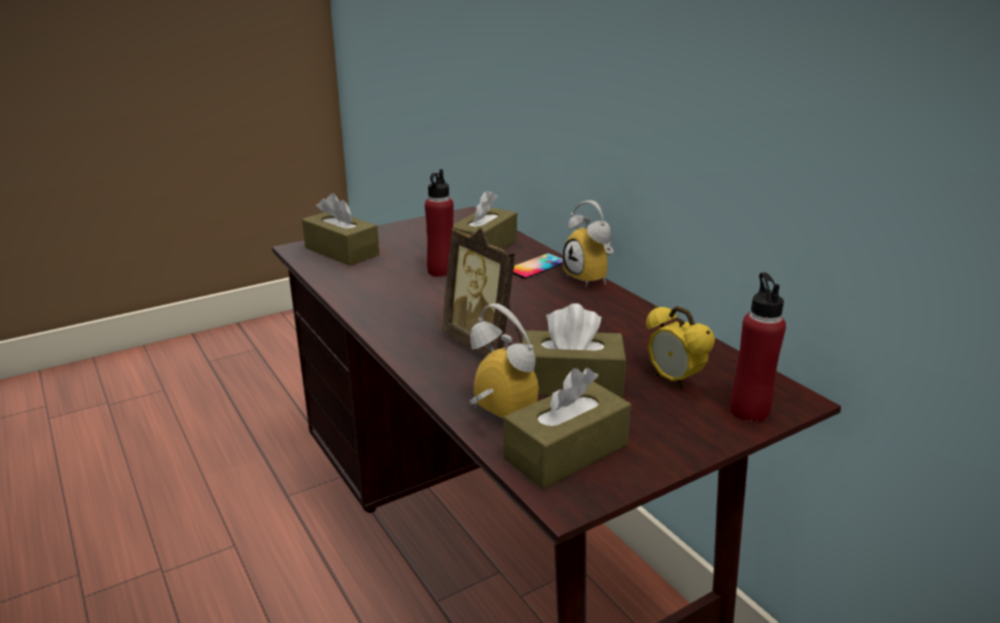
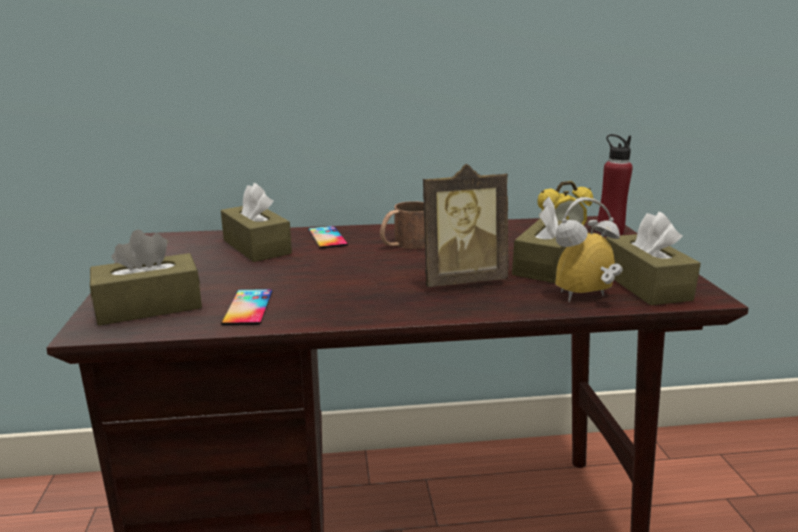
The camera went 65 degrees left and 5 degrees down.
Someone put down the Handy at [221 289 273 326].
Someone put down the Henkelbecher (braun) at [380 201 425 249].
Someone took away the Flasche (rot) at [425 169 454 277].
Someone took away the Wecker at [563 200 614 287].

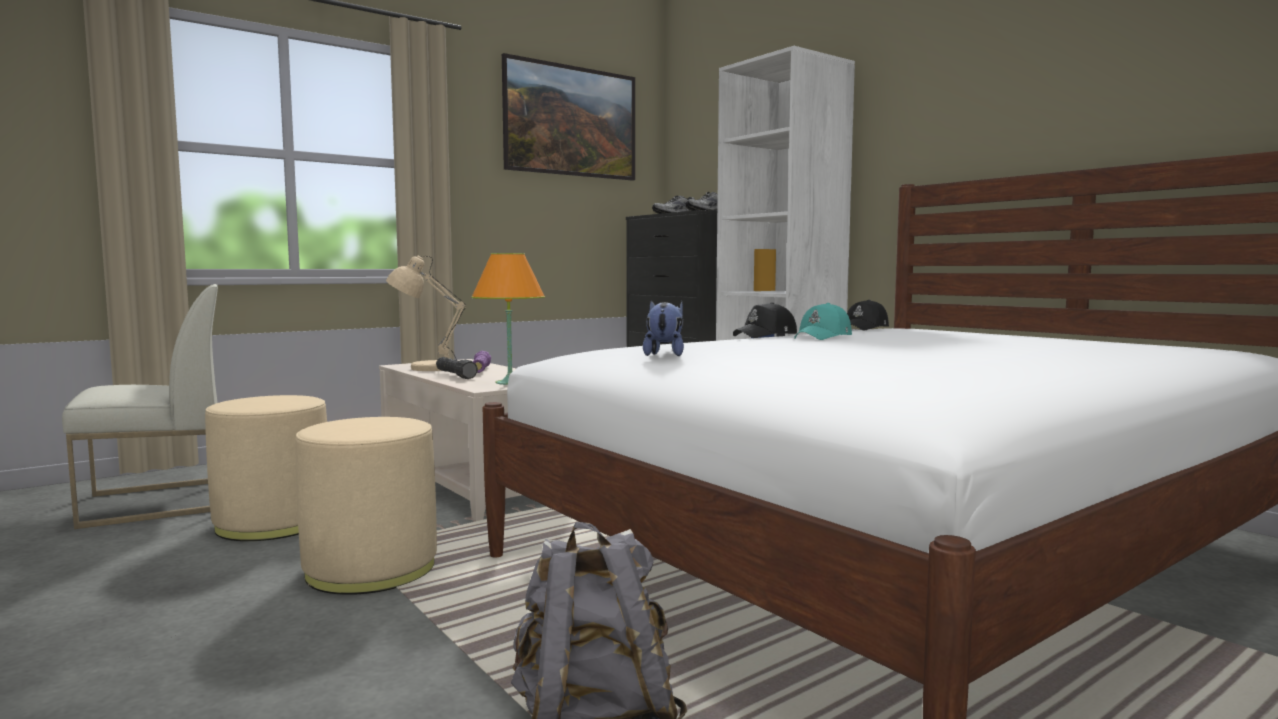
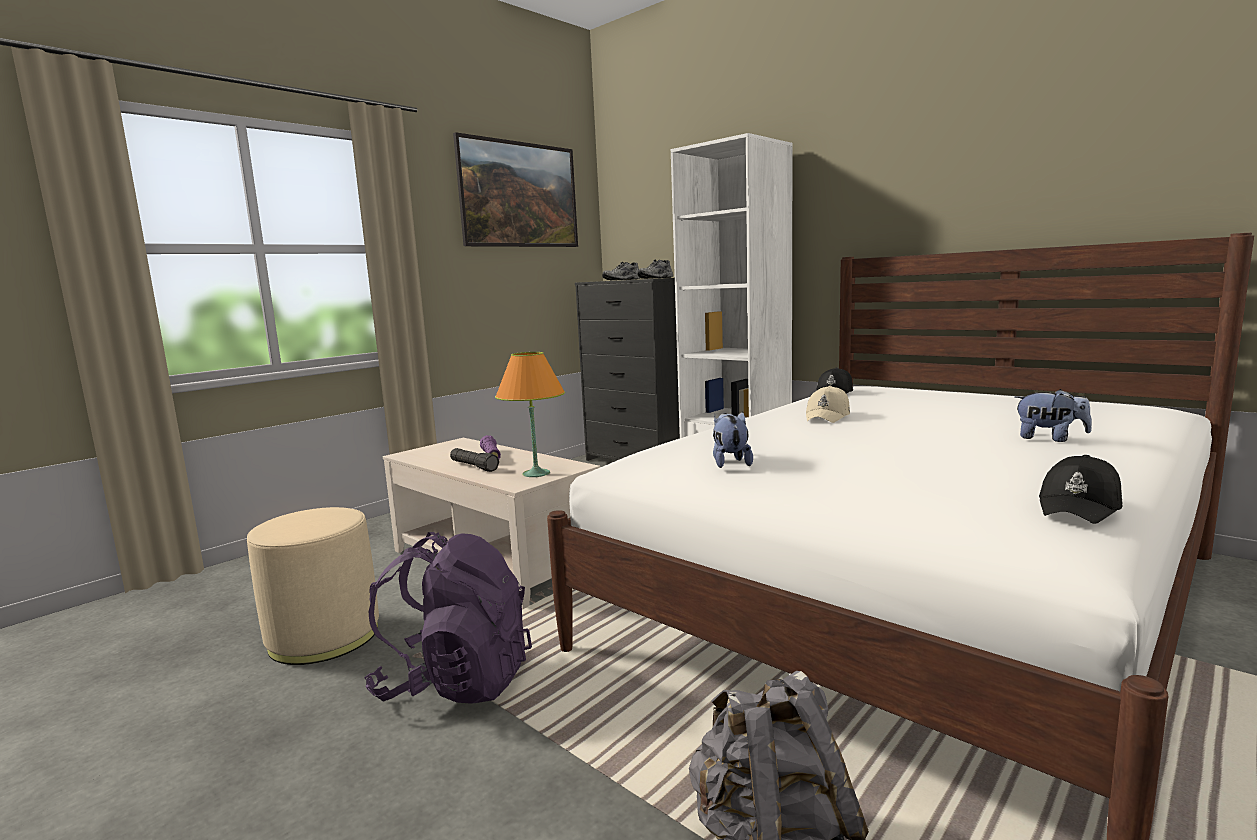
The camera went 10 degrees left and 5 degrees up.
Someone swapped the Polsterhocker (beige) at [295 417 437 595] for the Rucksack (lila) at [364 532 532 704].
Someone repainted the Kappe (türkis) at [794 303 852 340], which became the Kappe (beige) at [806 386 850 423].
Someone put down the Plüschtier at [1015 389 1092 442].
Someone carried the Kappe (schwarz) from [733 302 797 338] to [1039 455 1123 524].
Someone took away the Stuhl (weiß) at [62 284 218 529].
Someone took away the Tischlampe (beige) at [386 256 466 371].

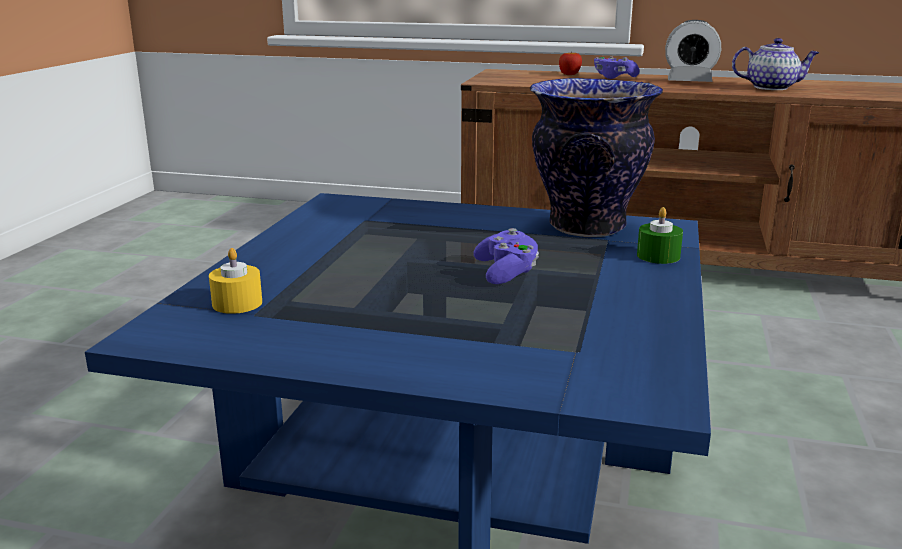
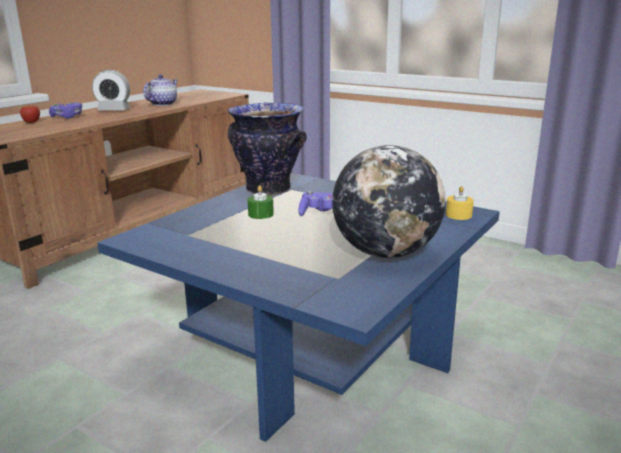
The camera went 70 degrees left and 0 degrees up.
Someone rotated the Wecker at [665 20 721 82] by 60 degrees clockwise.
Someone carried the Kerze (grün) from [637 207 683 264] to [248 185 274 219].
Someone put down the Globus at [332 145 446 258].
Someone carried the Kerze (gelb) from [209 248 262 314] to [446 186 474 220].

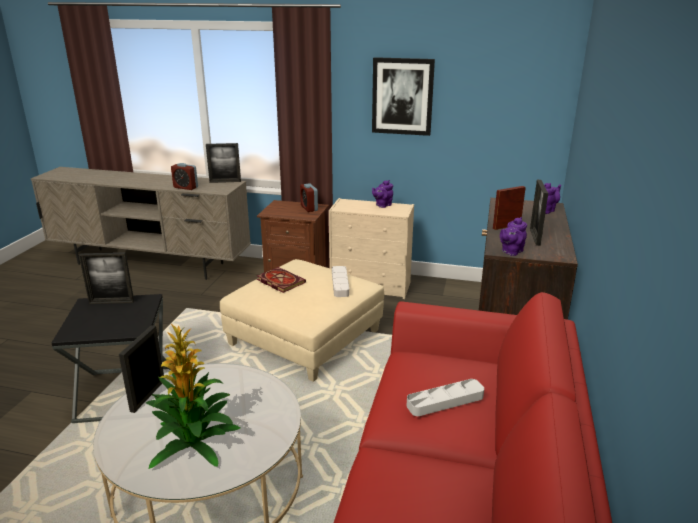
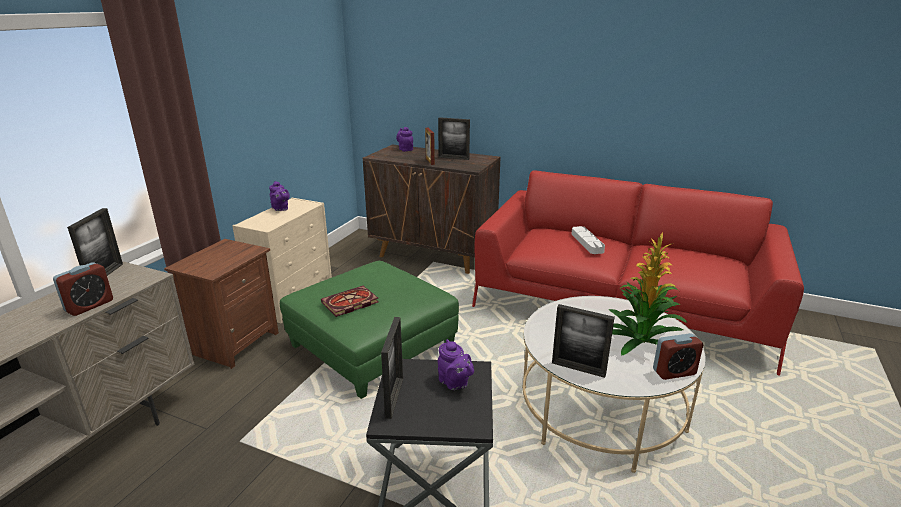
The camera went 80 degrees left and 0 degrees up.
Someone repainted the Polsterhocker (beige) at [220 259 384 382], which became the Polsterhocker (grün) at [280 261 459 399].
Someone carried the Teekanne (lila) from [500 217 527 256] to [438 339 474 390].
Someone carried the Wecker from [300 183 318 212] to [653 333 703 380].
Someone took away the Tablett (grau) at [332 266 349 297].
Someone took away the Bild at [372 57 435 136].

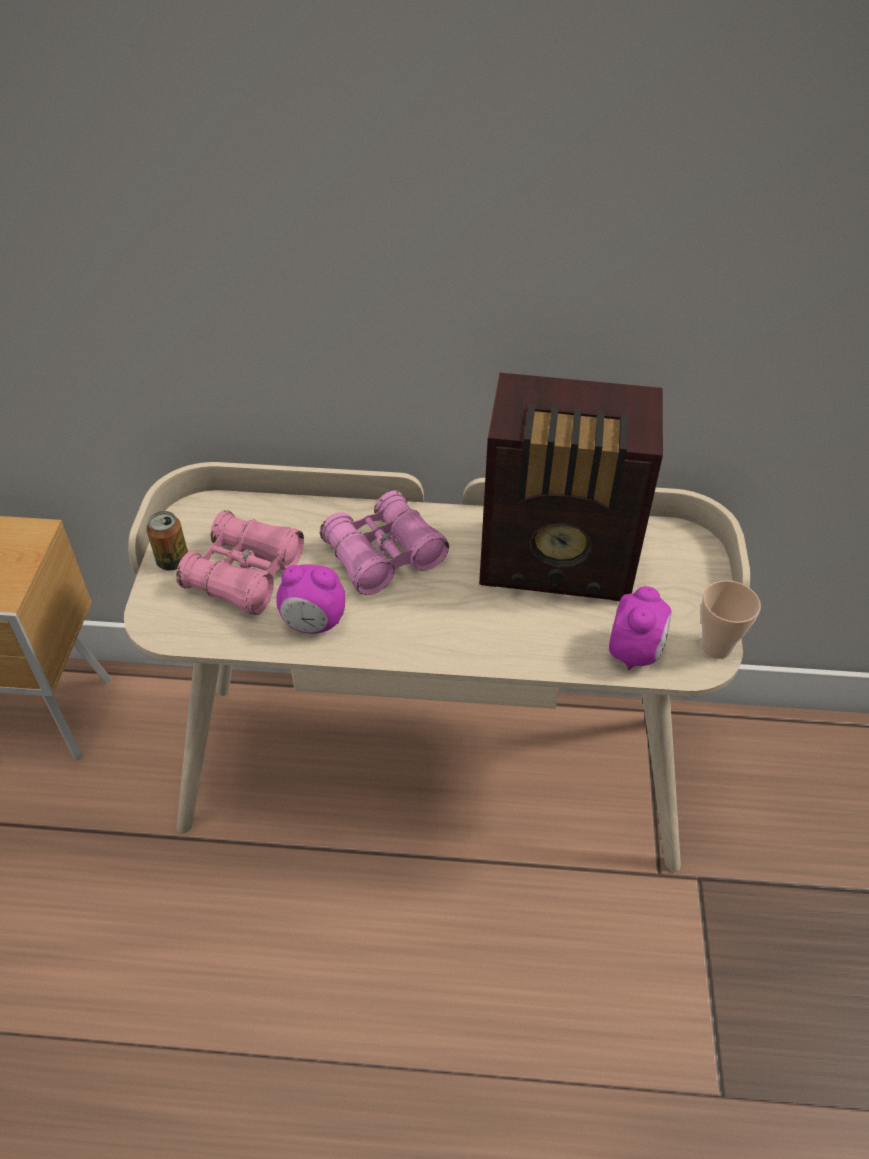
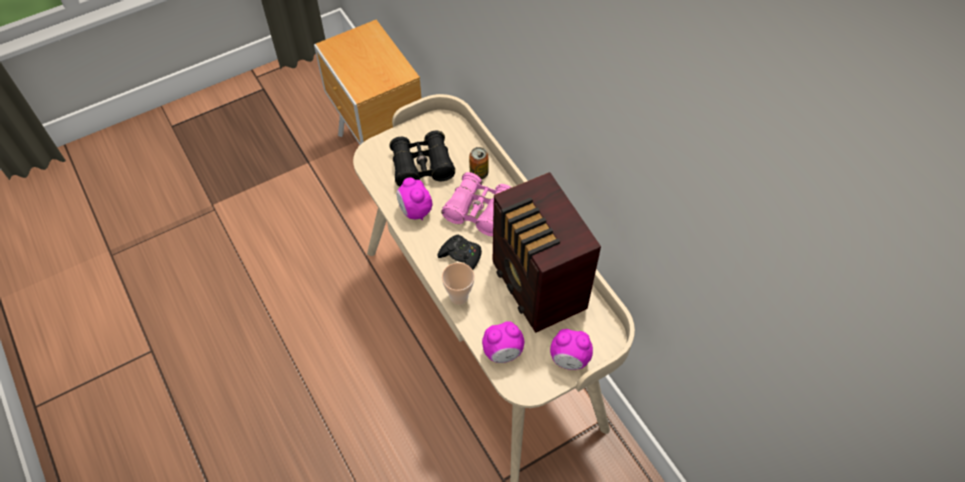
The camera went 55 degrees right and 10 degrees up.
Someone repainted the Fernglas (rosa) at [176 510 304 615], which became the Fernglas (schwarz) at [389 131 455 187].
Someone put down the Gamepad (schwarz) at [438 235 482 270].
Someone carried the Tasse from [701 580 761 659] to [442 263 475 305].
Someone carried the Dose from [146 511 188 570] to [469 147 488 179].
Someone put down the Wecker at [550 329 593 370].

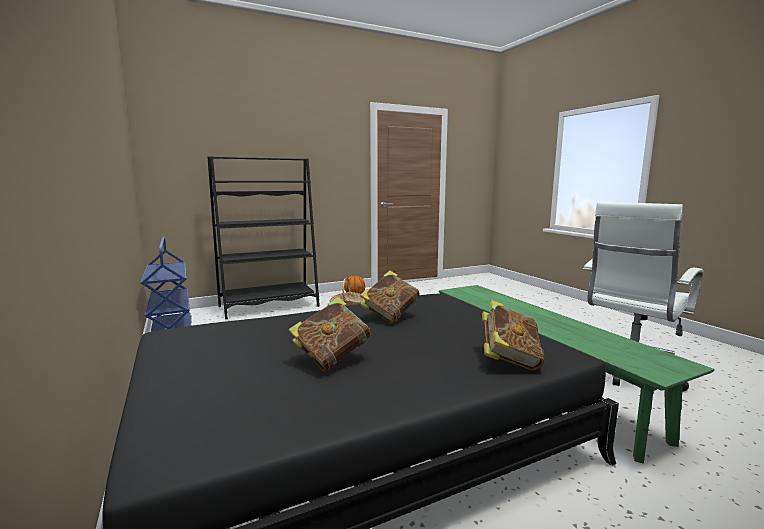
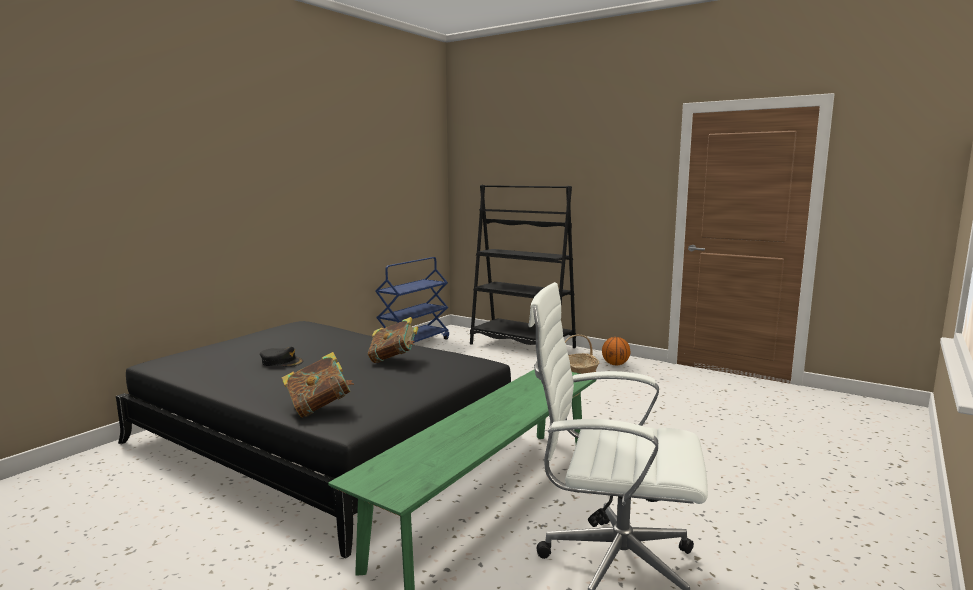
The camera went 60 degrees right and 0 degrees up.
Someone swapped the Buch at [289 297 371 372] for the Kappe (schwarz) at [260 347 304 367].

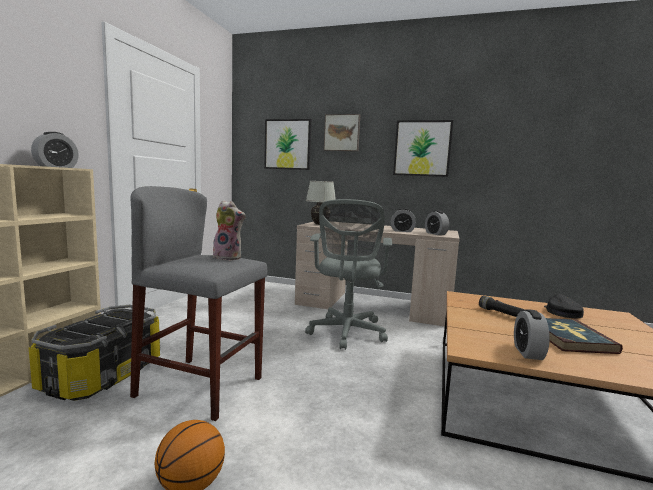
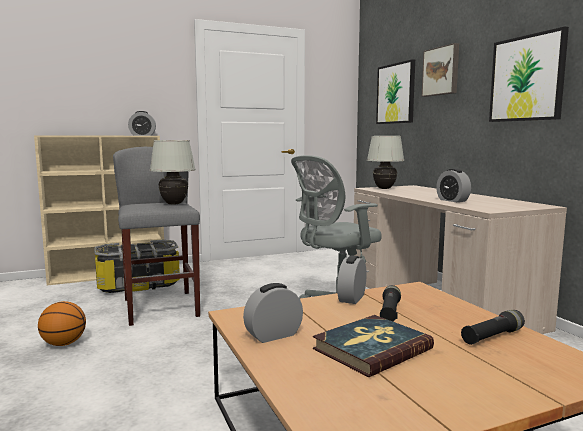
The camera went 50 degrees right and 0 degrees up.
Someone swapped the Plüschtier at [211 200 246 260] for the Tischlampe (weiß) at [150 140 196 205].
Someone carried the Wecker from [425 211 449 235] to [337 256 366 304].
Someone swapped the Kappe (schwarz) at [544 294 584 318] for the Taschenlampe (schwarz) at [461 310 525 345].

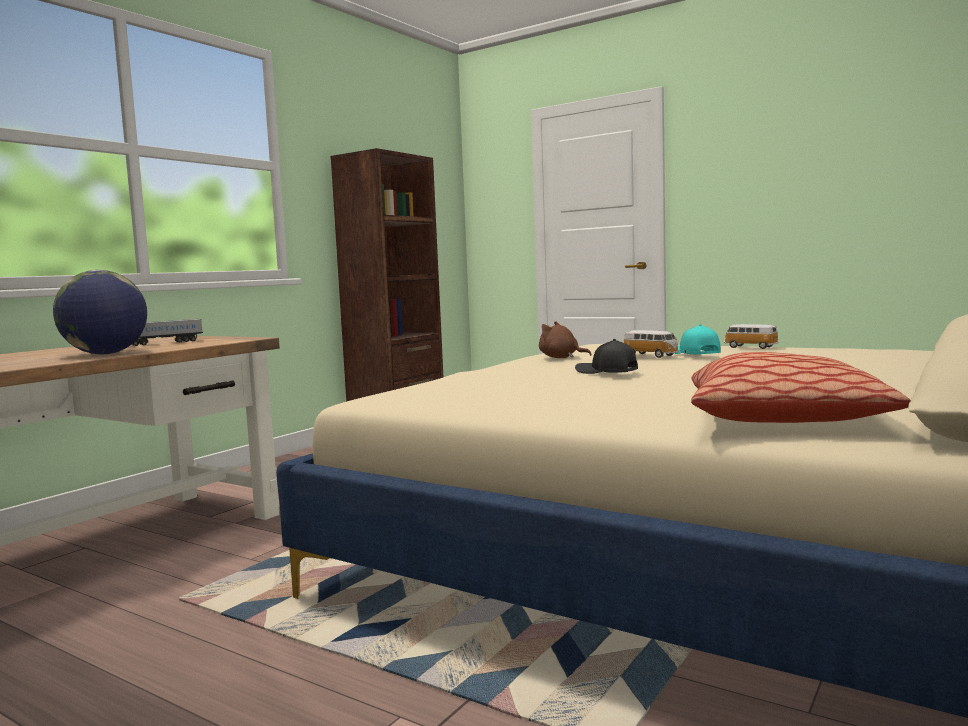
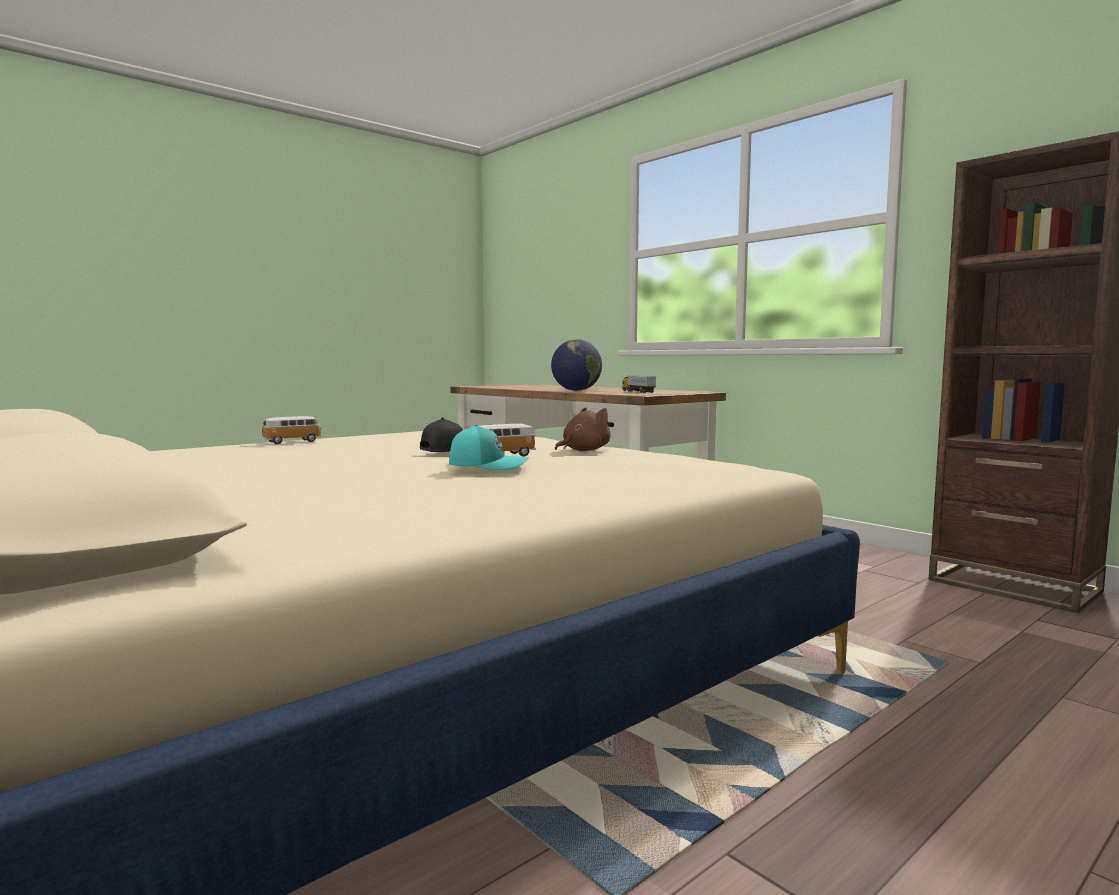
The camera went 105 degrees right and 0 degrees up.
Someone carried the Spielzeugauto from [724 324 779 349] to [261 416 323 444].
Someone took away the Kissen at [691 352 911 423].

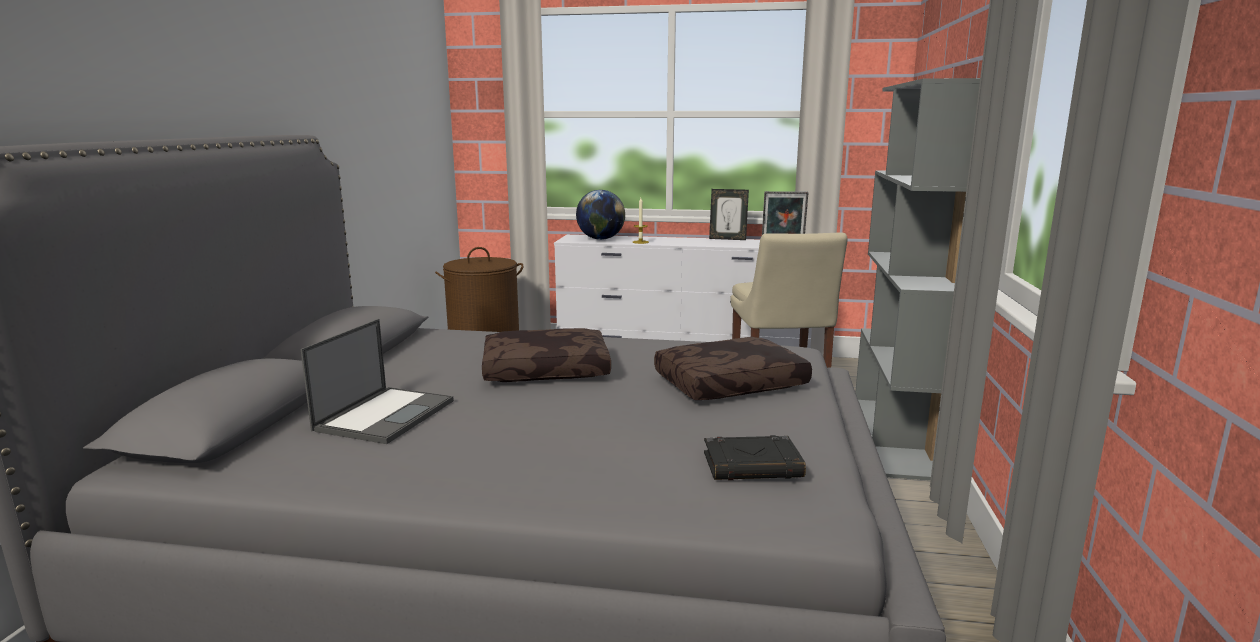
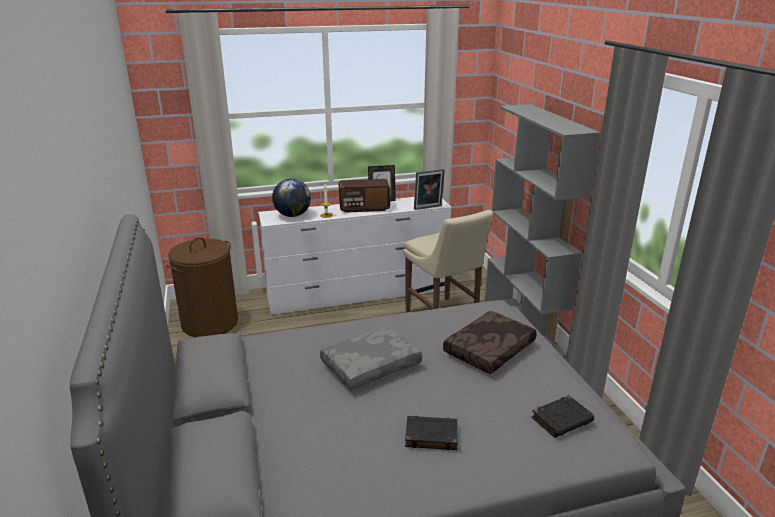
The camera went 25 degrees left and 10 degrees up.
Someone repainted the Kissen (braun) at [482 328 611 382], which became the Kissen (grau) at [320 326 422 391].
Someone put down the Radio at [339 179 390 213].
Someone put down the Buch (schwarz) at [405 416 458 450].
Someone took away the Laptop at [301 319 454 444].

